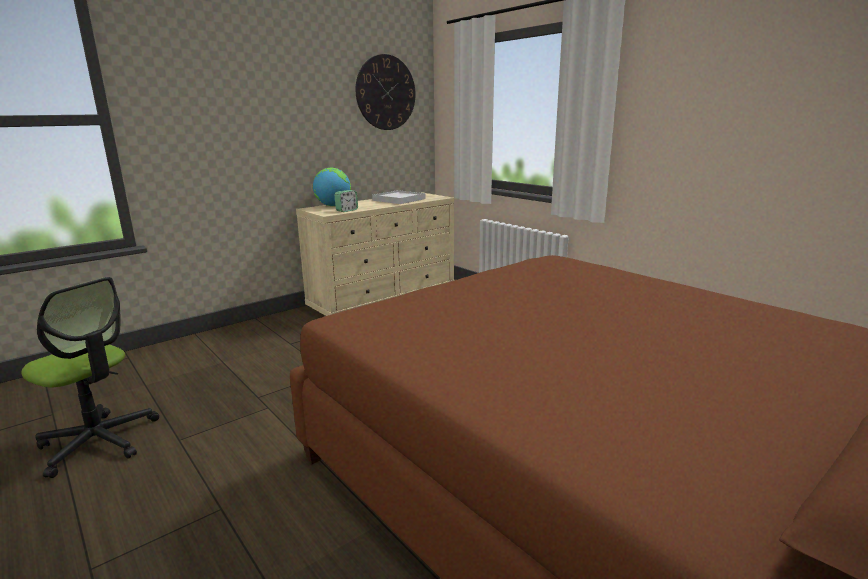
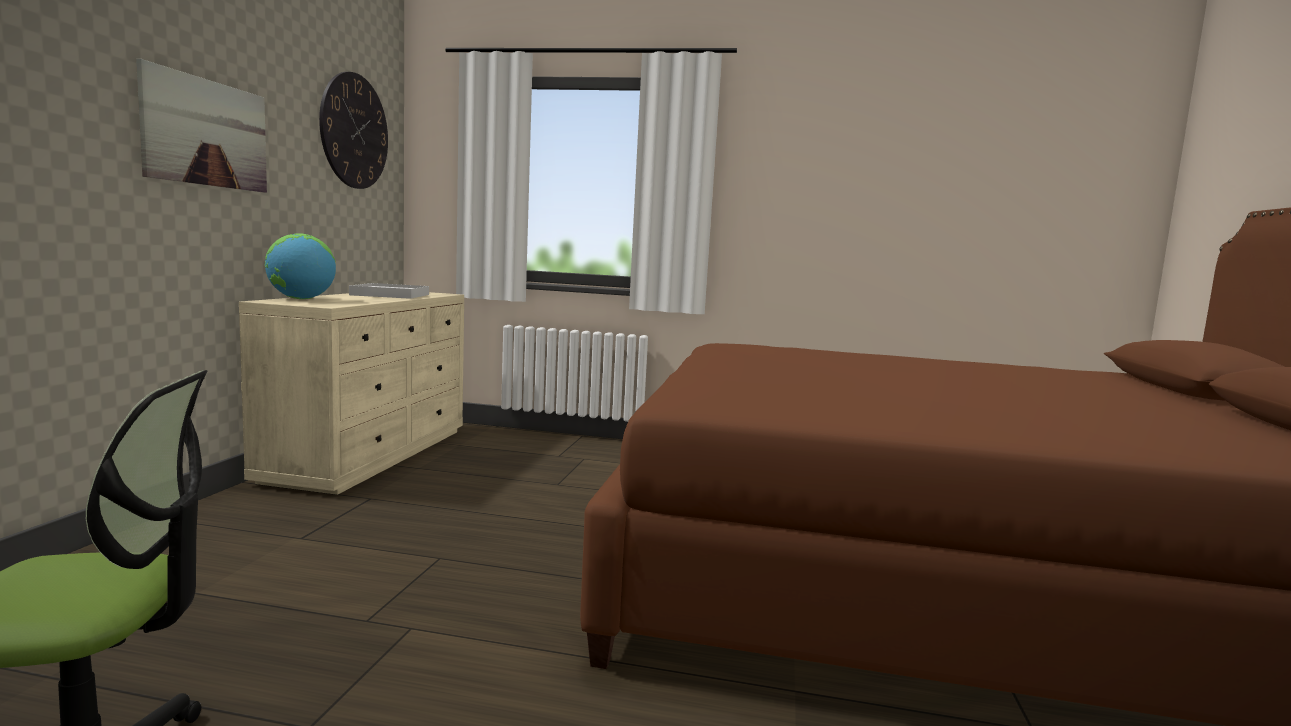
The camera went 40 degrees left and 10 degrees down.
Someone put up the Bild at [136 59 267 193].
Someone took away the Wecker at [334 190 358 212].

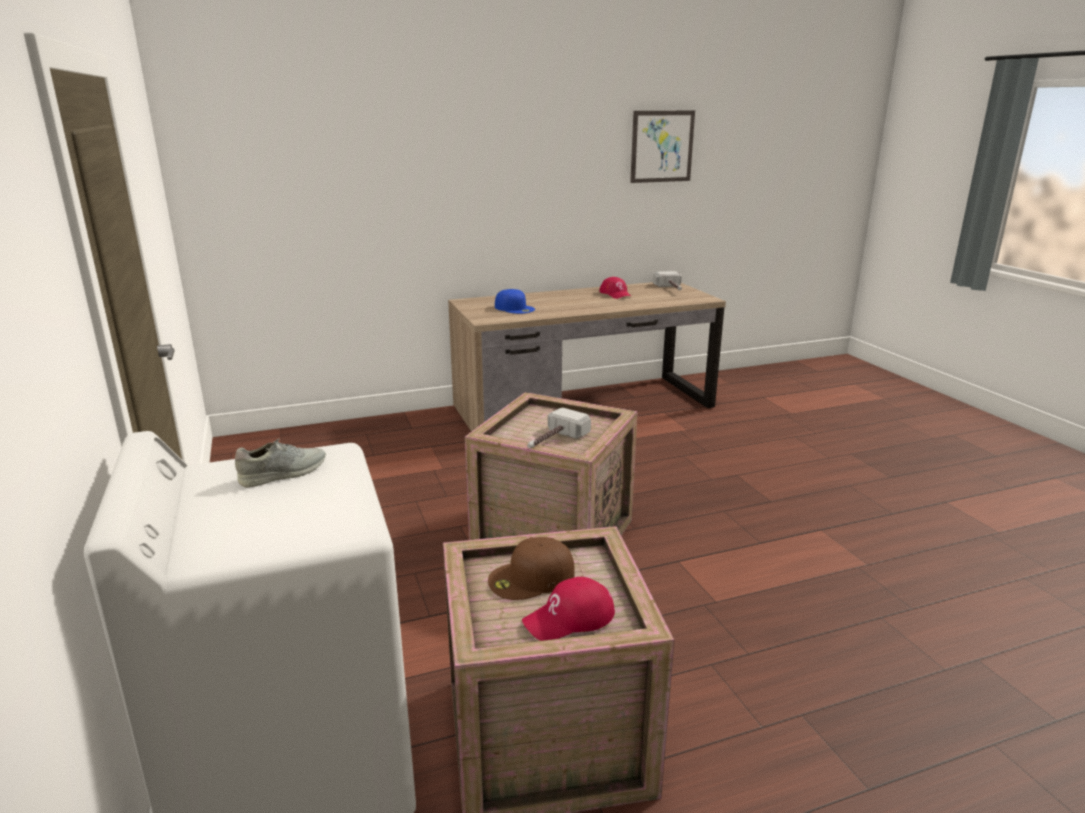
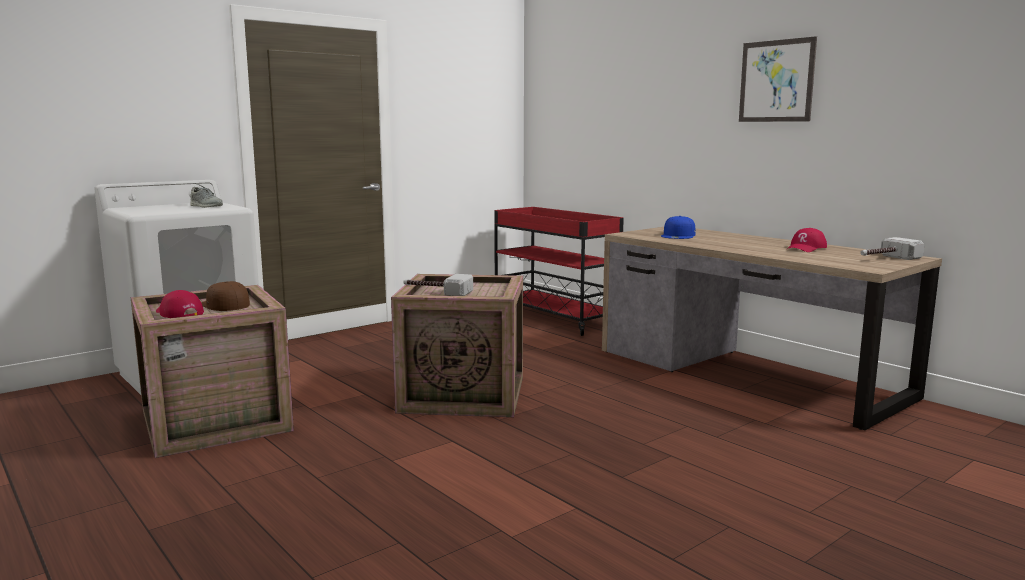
The camera went 70 degrees right and 10 degrees down.
Someone put down the Rollwagen (rot) at [494 207 624 336].
Someone carried the Bild from [630 111 695 183] to [739 36 817 122].

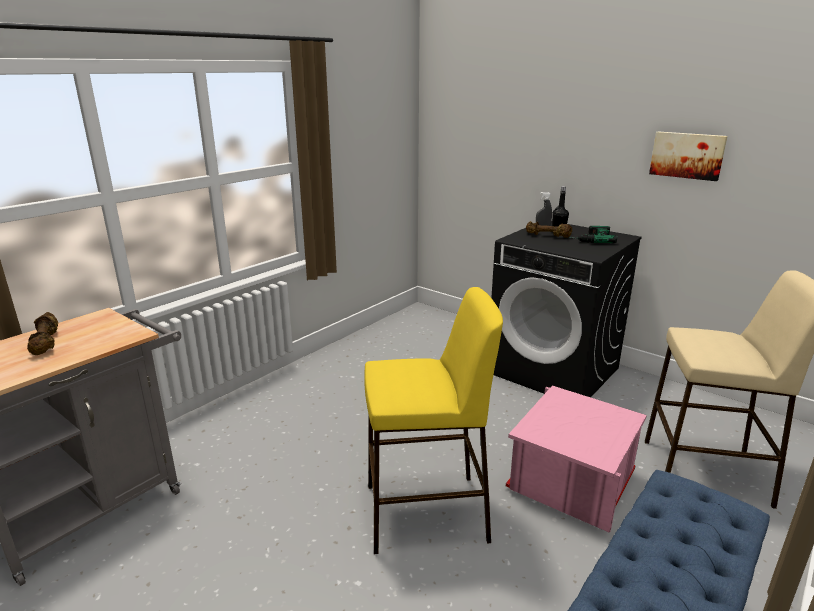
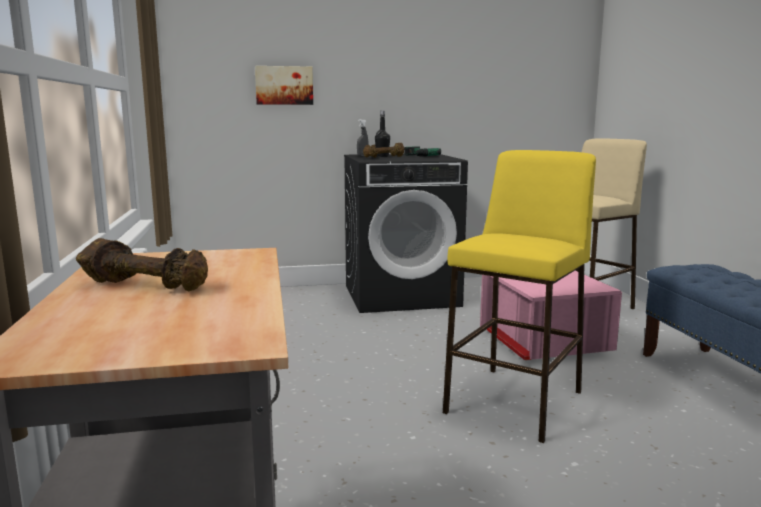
The camera went 50 degrees left and 10 degrees down.
Someone carried the Bild from [649 131 728 181] to [255 66 313 105].

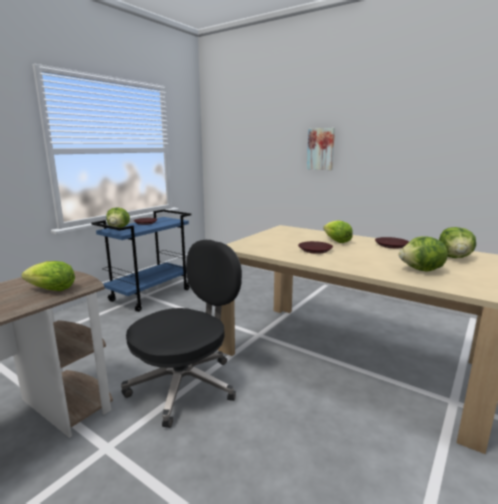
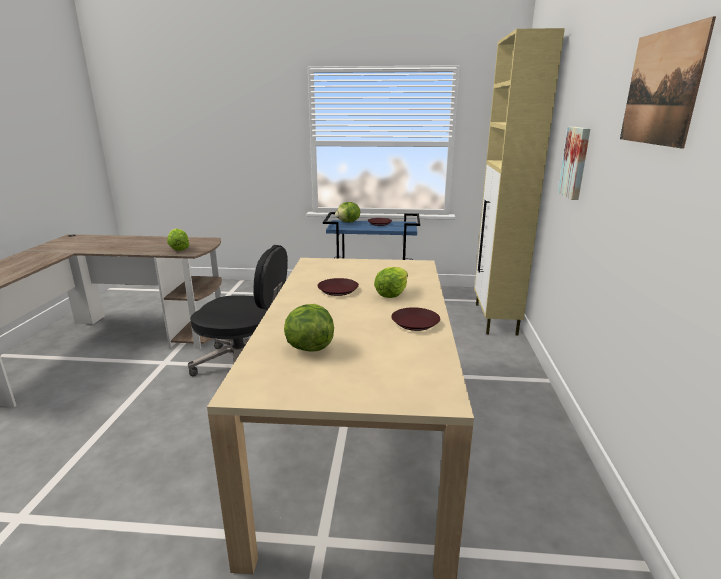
The camera went 60 degrees right and 5 degrees up.
Someone put down the Schrank (beige) at [474 28 565 336].
Someone put up the Bild at [620 16 716 149].
Someone took away the Salatkopf at [439 227 476 258].

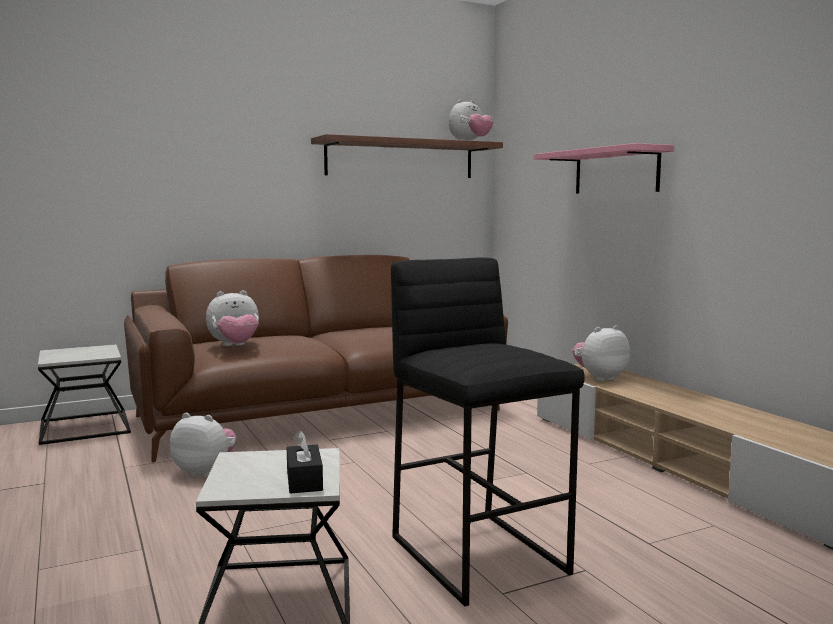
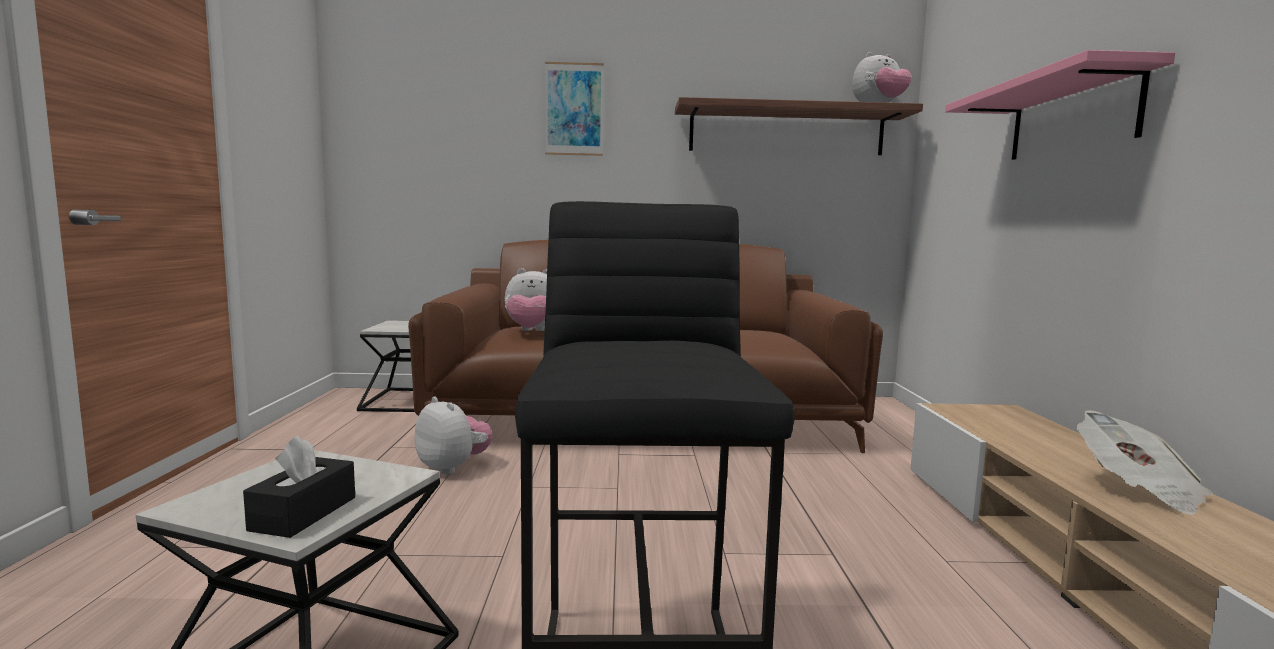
The camera went 25 degrees right and 0 degrees up.
Someone put up the Bild at [545 62 604 156].
Someone put down the Zeitung at [1076 410 1212 515].
Someone took away the Plüschtier at [572 325 631 382].

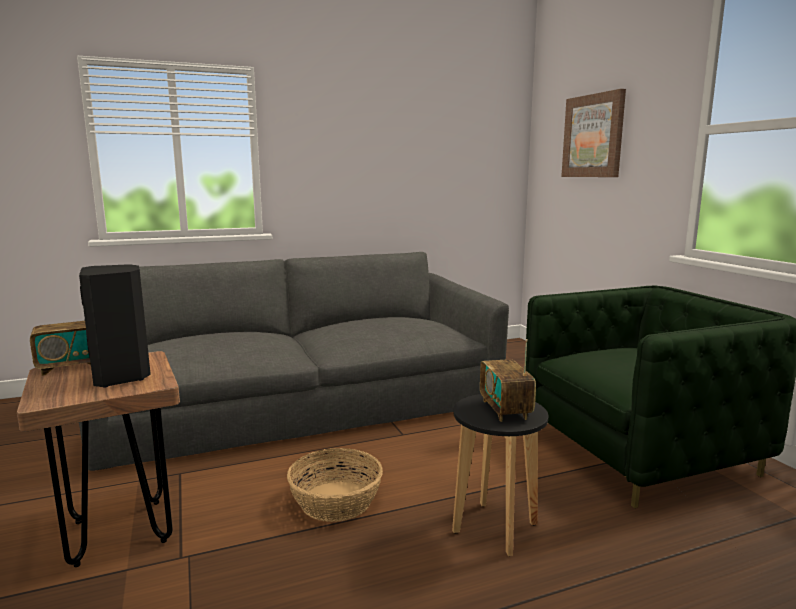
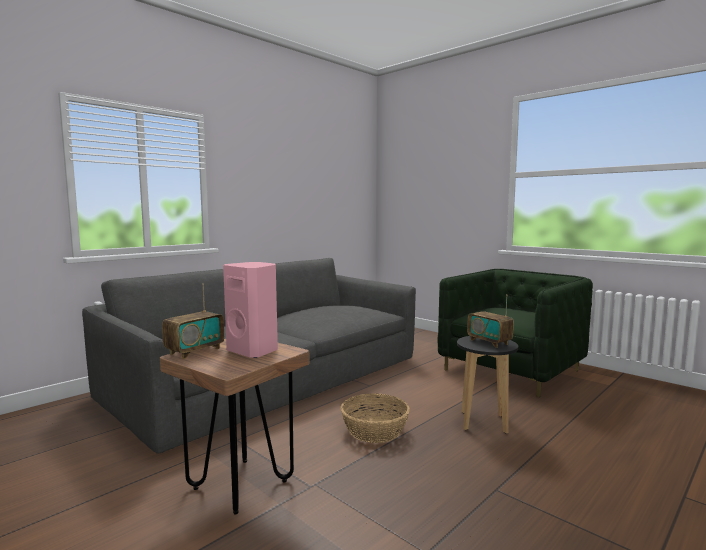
The camera went 25 degrees left and 5 degrees down.
Someone repainted the Lautsprecher (schwarz) at [79 264 151 387], which became the Lautsprecher (rosa) at [223 262 278 358].
Someone took away the Bild at [561 89 626 177].

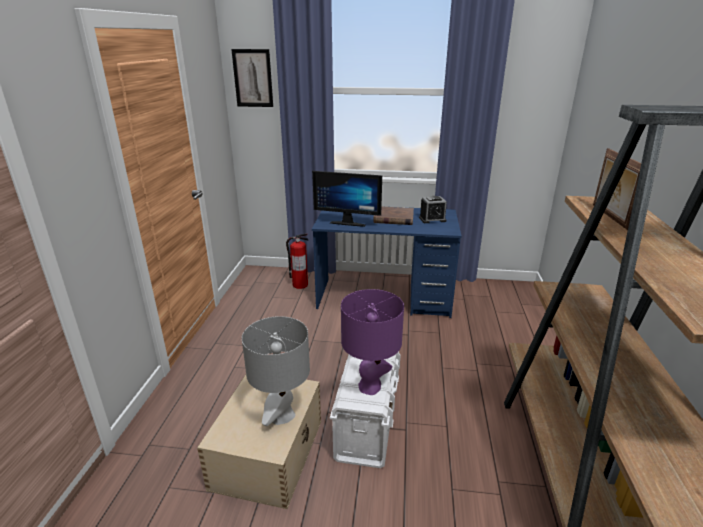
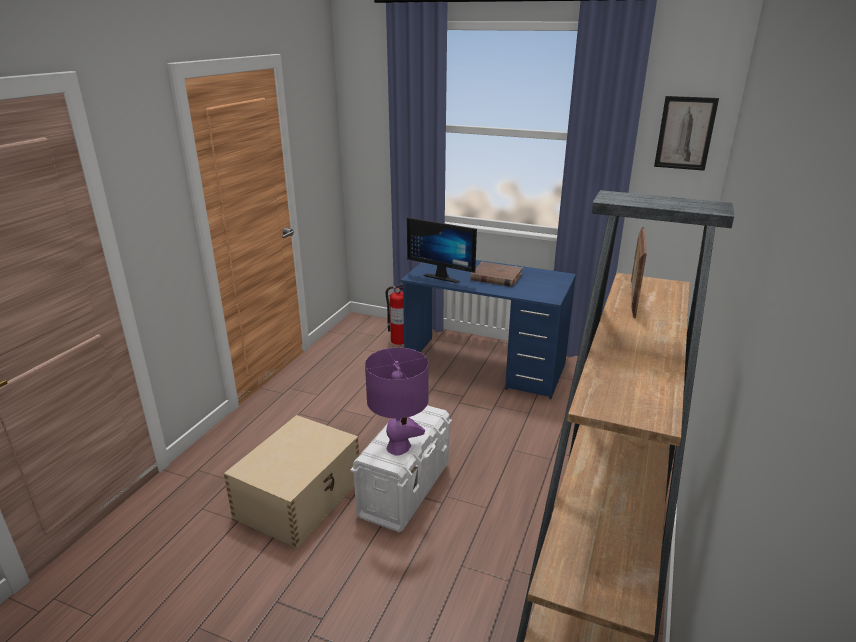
The camera went 15 degrees right and 0 degrees up.
Someone carried the Bild from [231 49 273 107] to [654 96 719 171].
Someone took away the Tischlampe (grau) at [242 316 310 426].
Someone took away the Wecker at [419 196 447 223].

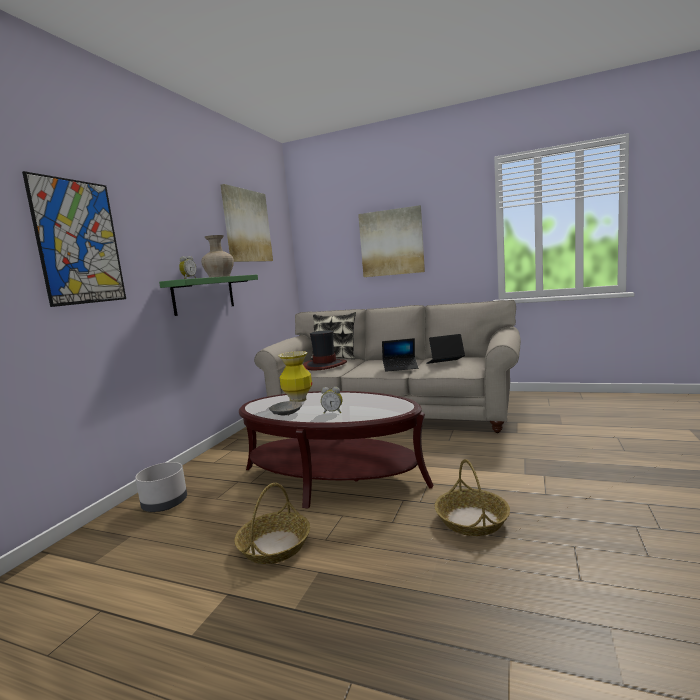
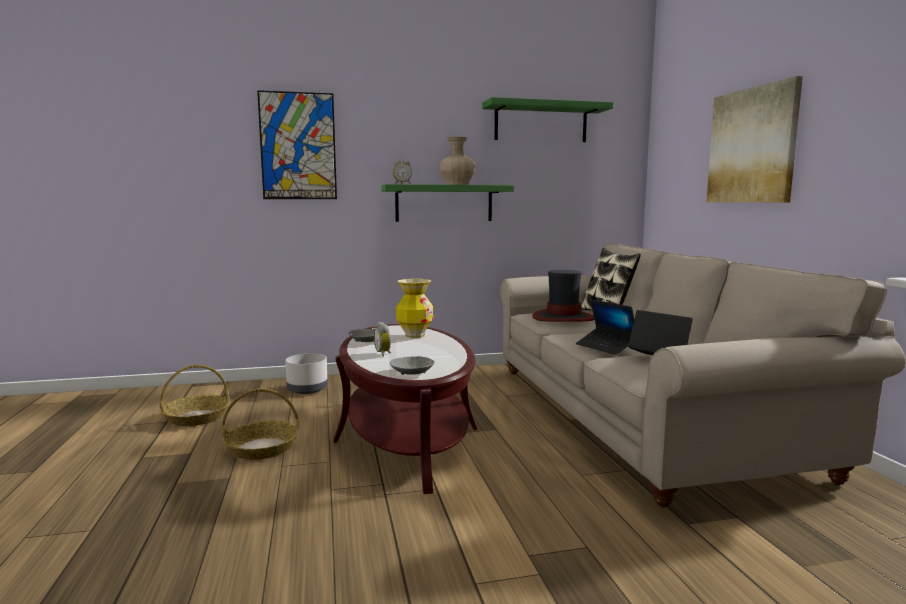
The camera went 55 degrees right and 0 degrees up.
Someone carried the Korb from [435 459 510 536] to [160 365 230 426].
Someone put down the Schüssel (grau) at [390 356 435 375].
Someone swapped the Bild at [220 184 273 262] for the Wandregal (grün) at [482 97 613 142].

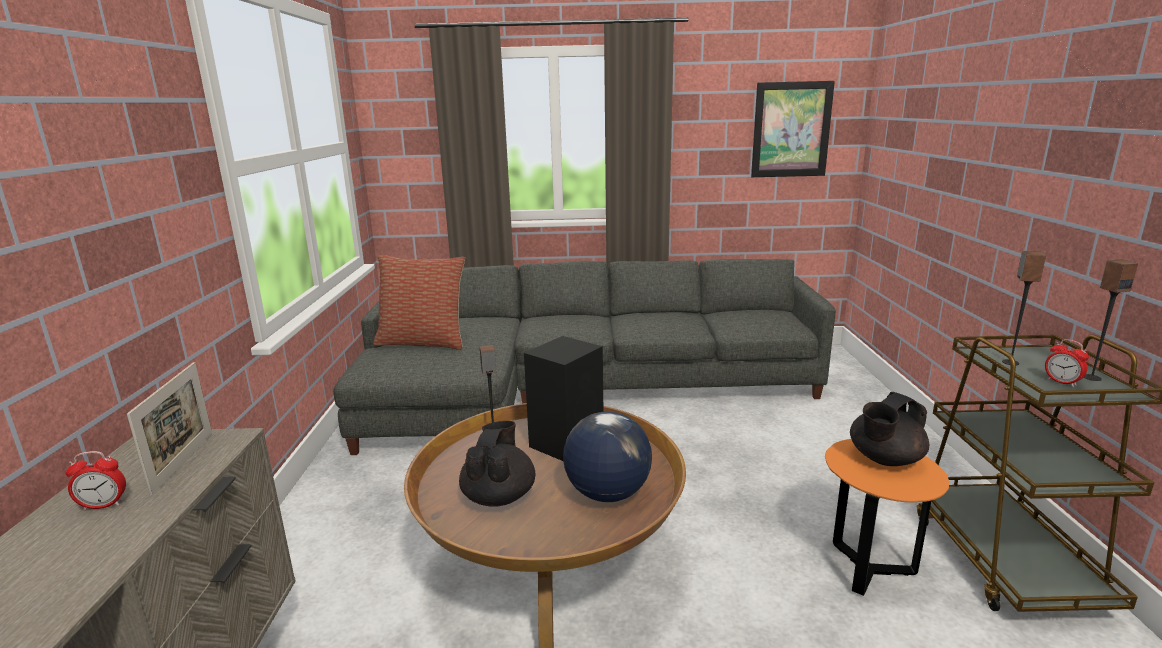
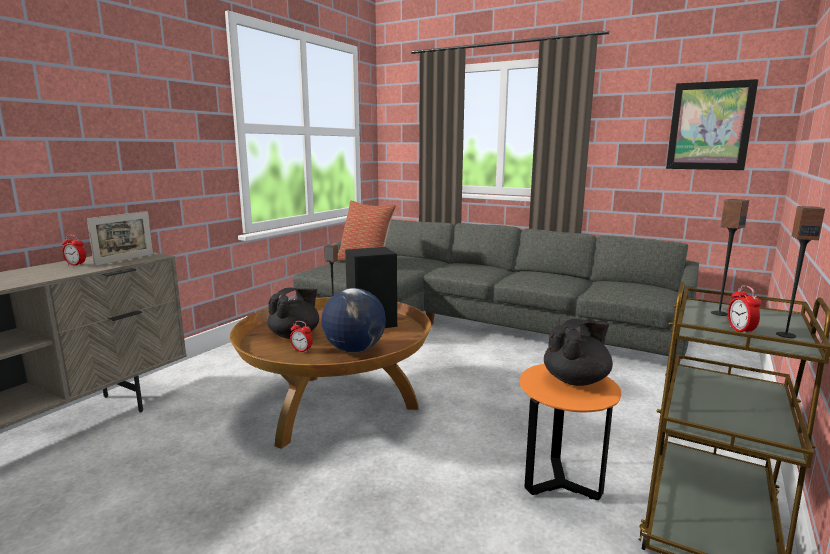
The camera went 30 degrees right and 5 degrees down.
Someone put down the Wecker at [290 321 313 353].
Someone rotated the Teekanne (schwarz) at [850 392 929 466] by 150 degrees clockwise.

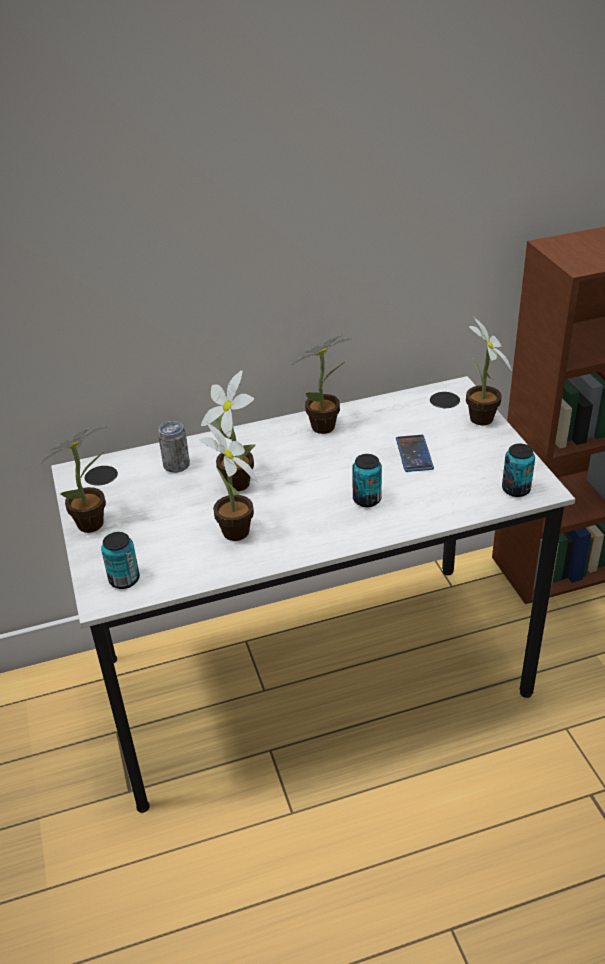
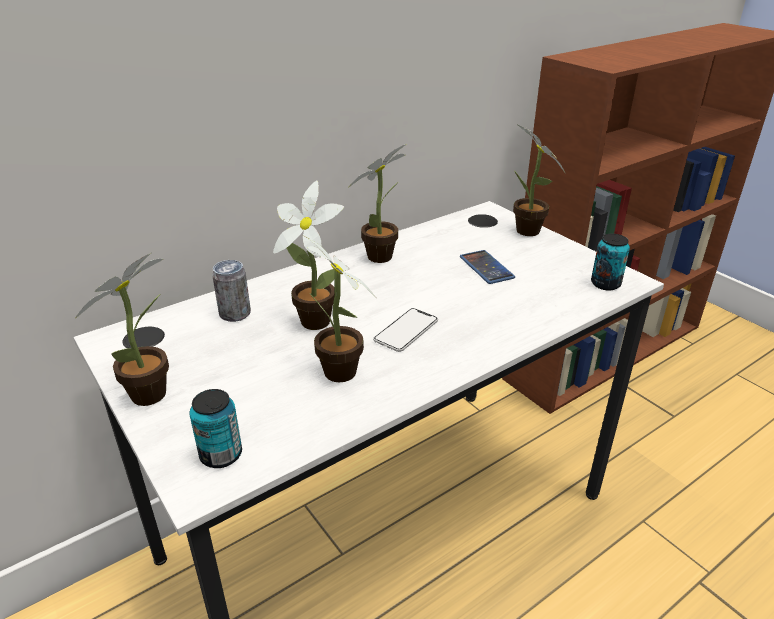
The camera went 20 degrees left and 5 degrees down.
Someone put down the Handy at [373 308 438 352].
Someone took away the Dose at [352 454 382 507].

